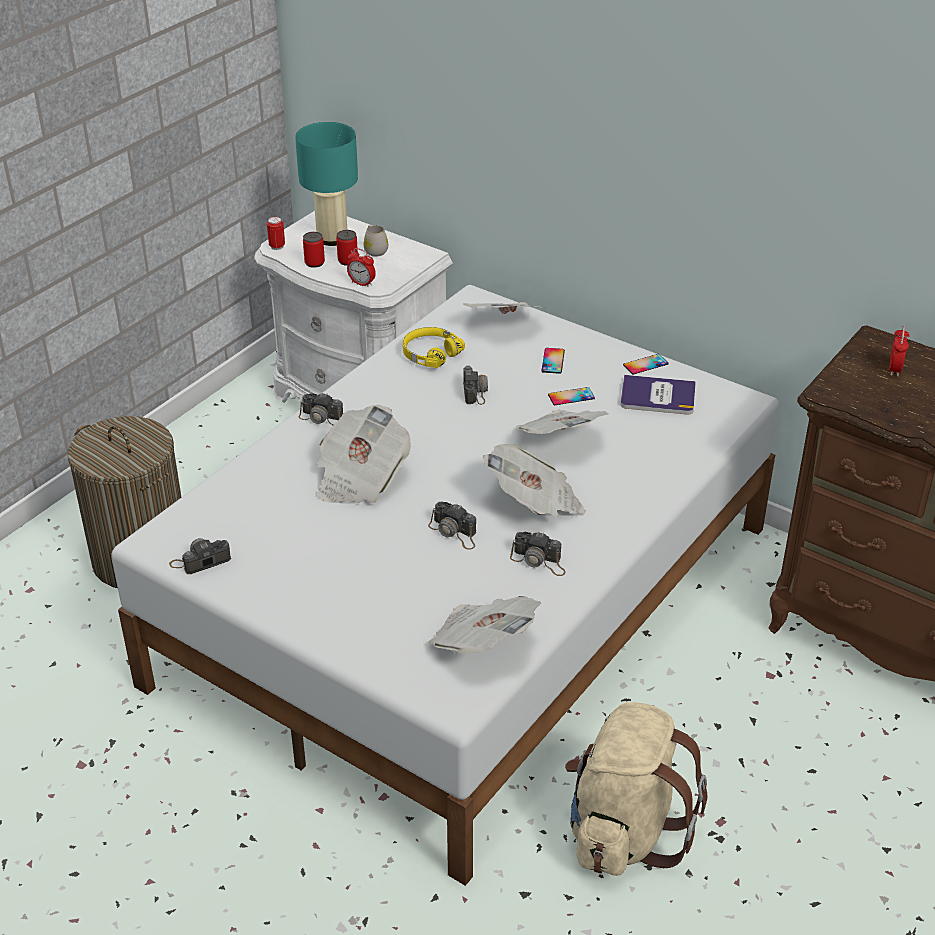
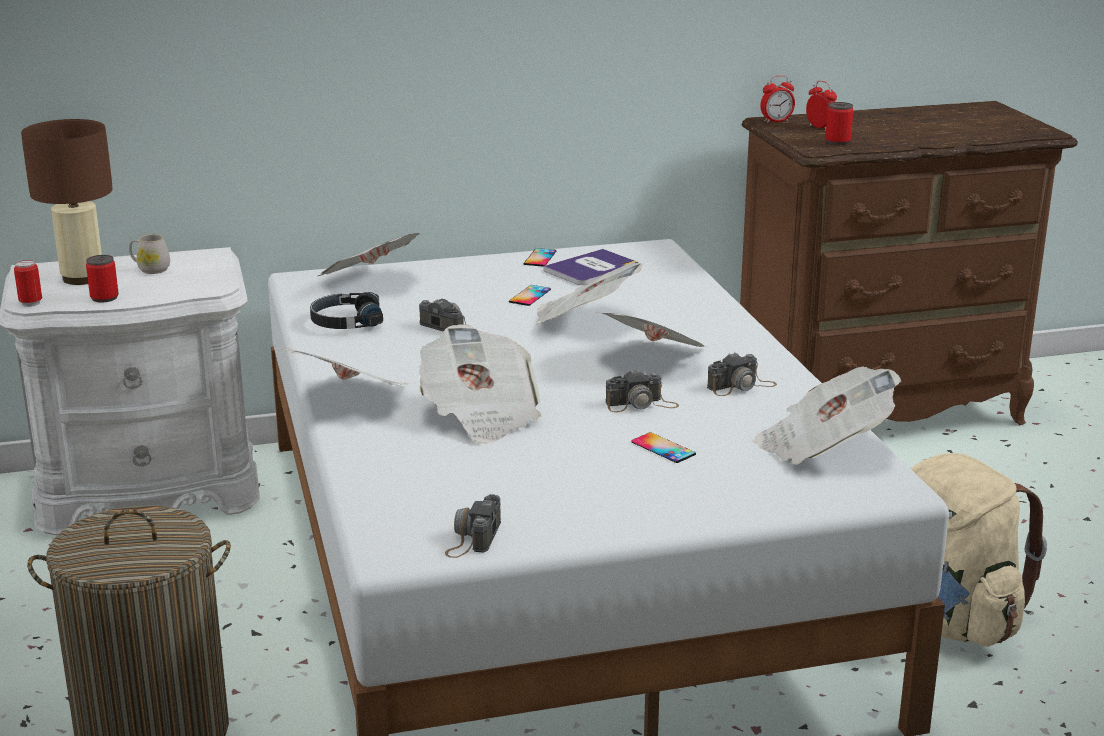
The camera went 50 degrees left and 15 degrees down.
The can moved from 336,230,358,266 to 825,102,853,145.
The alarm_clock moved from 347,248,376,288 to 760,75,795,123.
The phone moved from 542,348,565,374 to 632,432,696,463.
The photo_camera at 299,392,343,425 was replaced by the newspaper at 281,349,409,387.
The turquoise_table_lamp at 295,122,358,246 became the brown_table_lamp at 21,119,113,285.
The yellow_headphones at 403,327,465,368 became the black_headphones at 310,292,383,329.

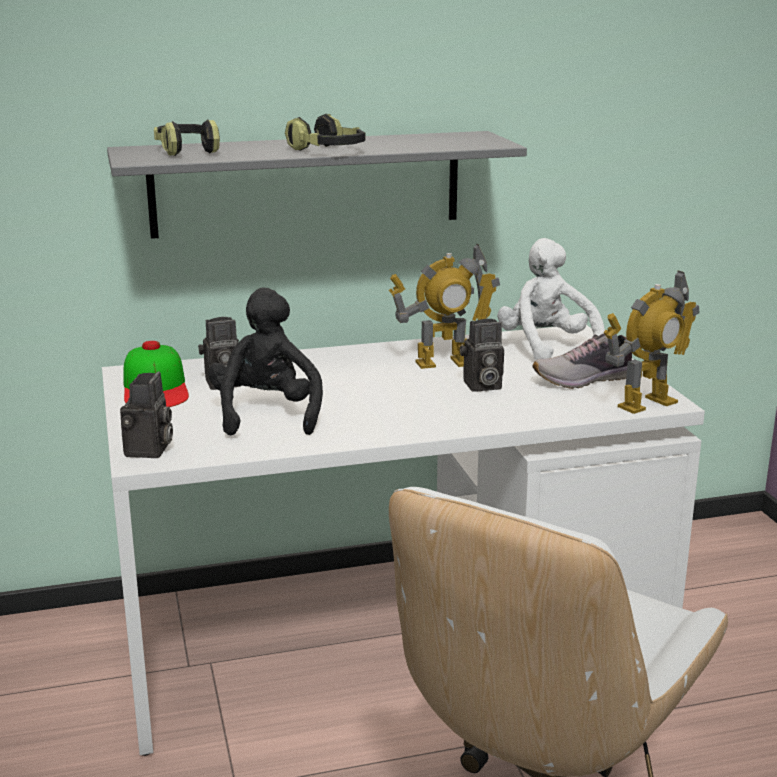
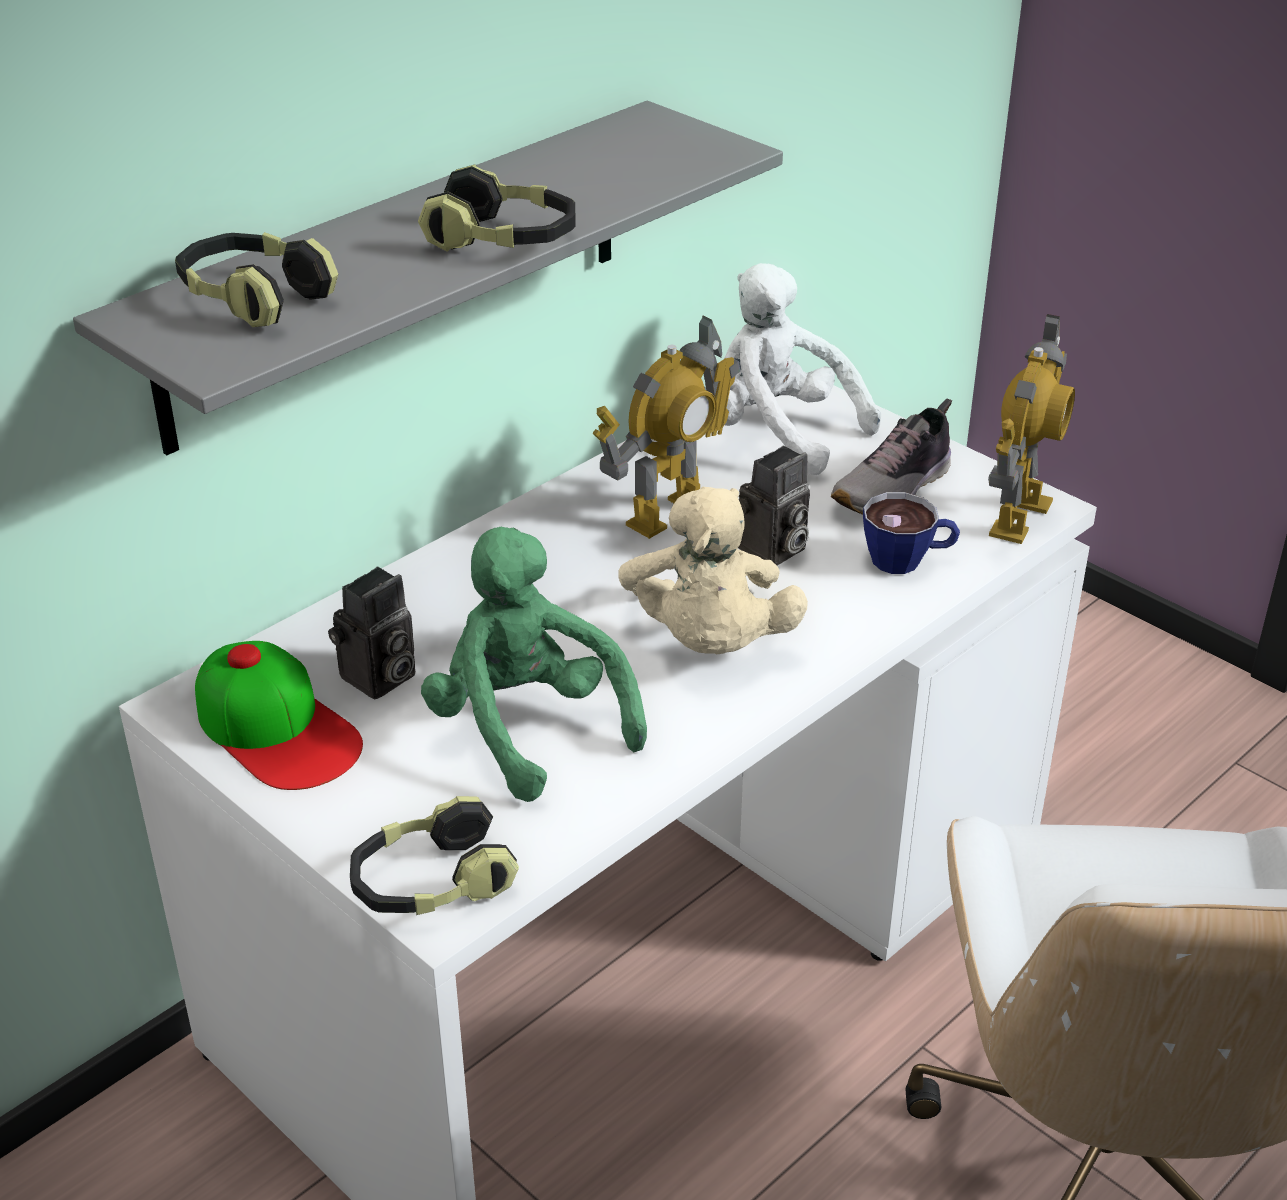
The camera went 30 degrees left and 15 degrees up.
The beige_plush_toy at 618,487,808,654 appeared.
The cup at 863,492,960,574 appeared.
The photo_camera at 120,371,173,458 was replaced by the headphones at 350,796,519,915.
The black_plush_toy at 208,288,323,436 became the green_plush_toy at 421,527,647,802.

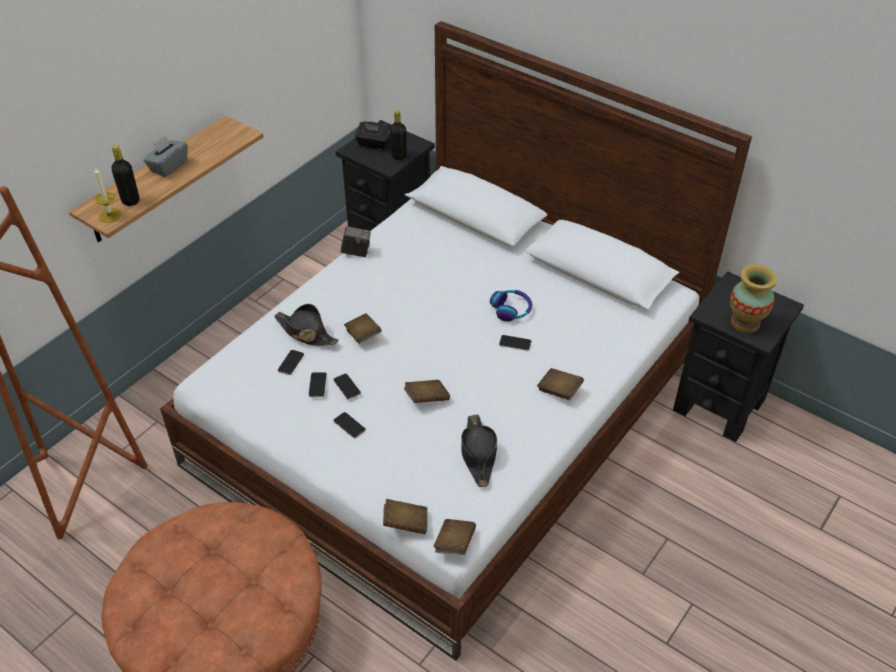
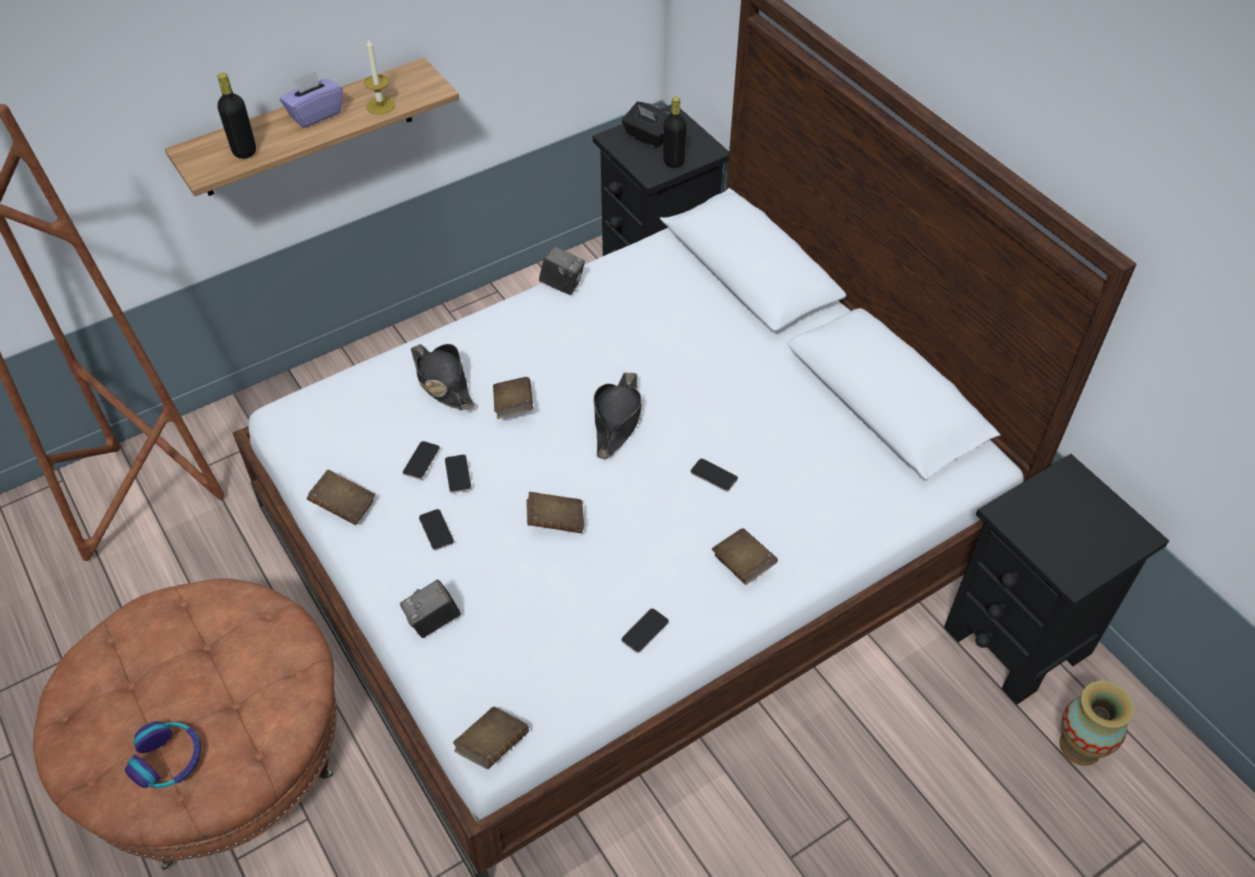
The camera went 20 degrees right and 5 degrees up.
The photo_camera at 400,580,461,638 appeared.
The candle moved from 94,167,121,223 to 364,38,395,115.
The phone moved from 278,350,304,375 to 621,608,669,653.
The brown_book moved from 383,499,427,534 to 307,470,376,525.
The black_hat moved from 461,414,497,487 to 594,372,642,459.
The headphones moved from 490,290,532,322 to 125,721,201,788.
The vase moved from 730,264,777,333 to 1060,681,1134,766.
The grey_tissue_box at 143,136,188,177 became the purple_tissue_box at 280,71,343,128.

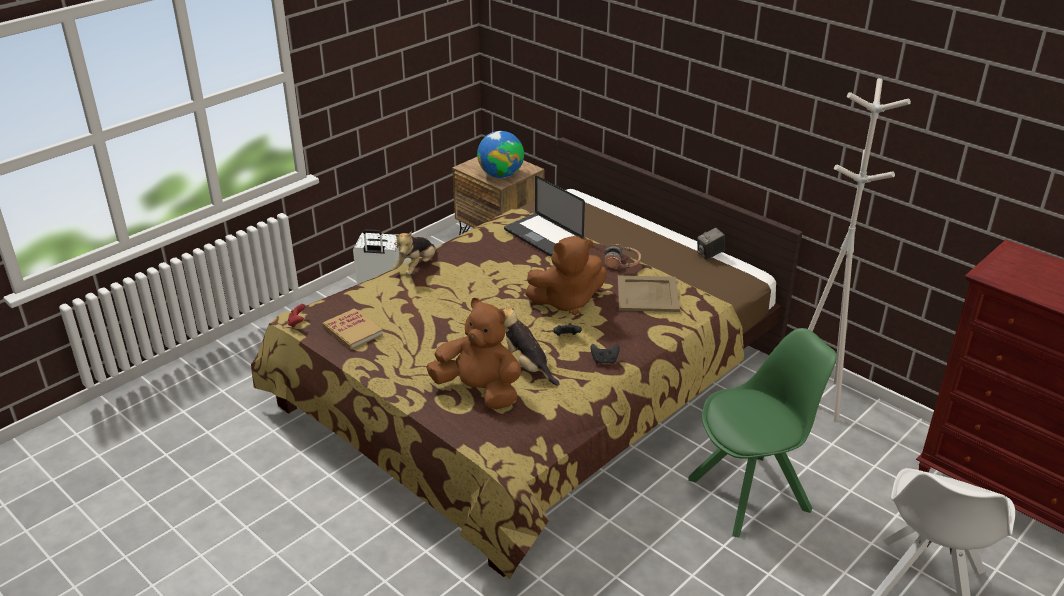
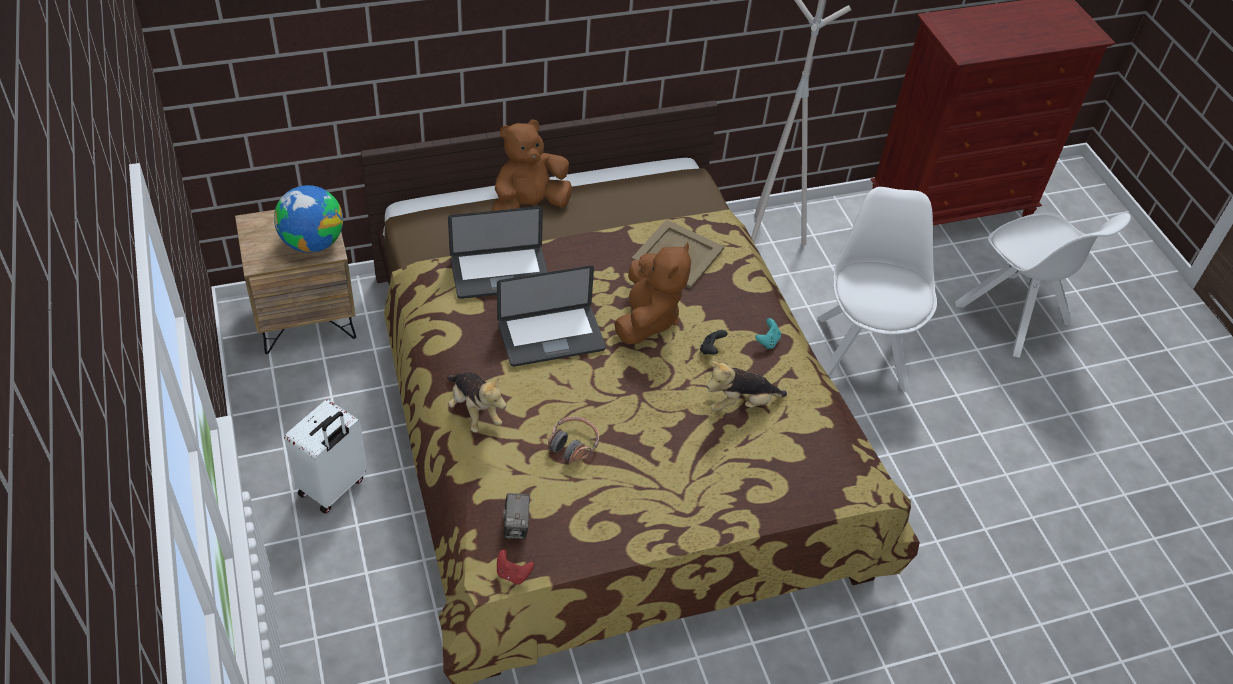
The camera went 65 degrees left and 15 degrees up.
The book at 323,308,383,350 disappeared.
The laptop at 497,265,606,367 appeared.
The brown_plush_toy moved from 426,298,521,409 to 492,119,572,211.
The headphones moved from 604,244,641,269 to 548,416,599,463.
The photo_camera moved from 697,227,725,260 to 503,493,530,539.
The black_game_controller at 590,344,620,364 became the turquoise_game_controller at 755,318,781,349.
The green_chair at 688,328,837,538 became the white_chair at 817,187,937,393.

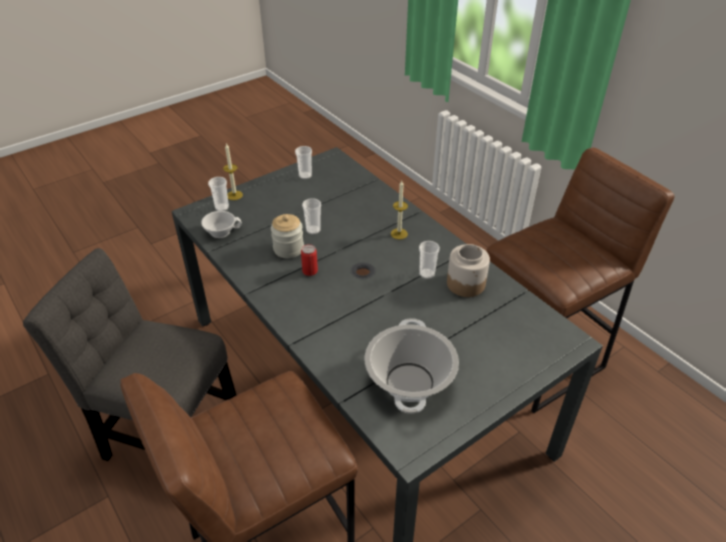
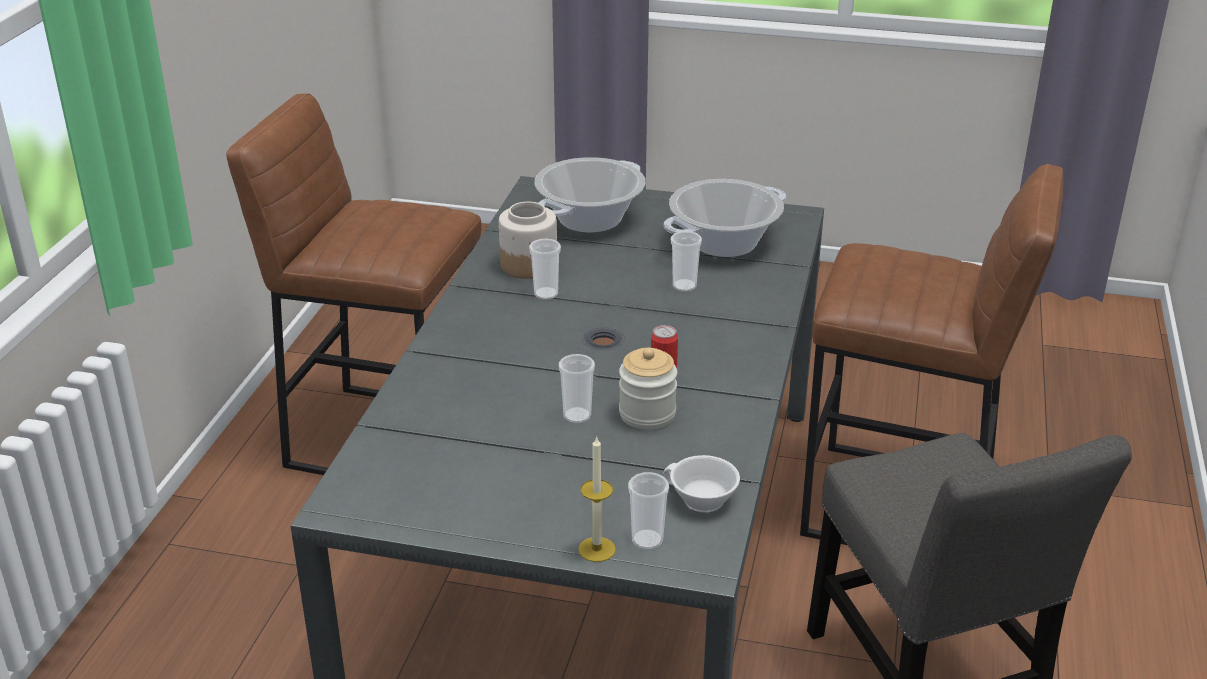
The camera went 130 degrees left and 10 degrees down.
The candle at 391,181,408,239 disappeared.
The cooking_pot at 535,157,646,233 appeared.
The cup moved from 295,146,312,179 to 671,231,702,292.

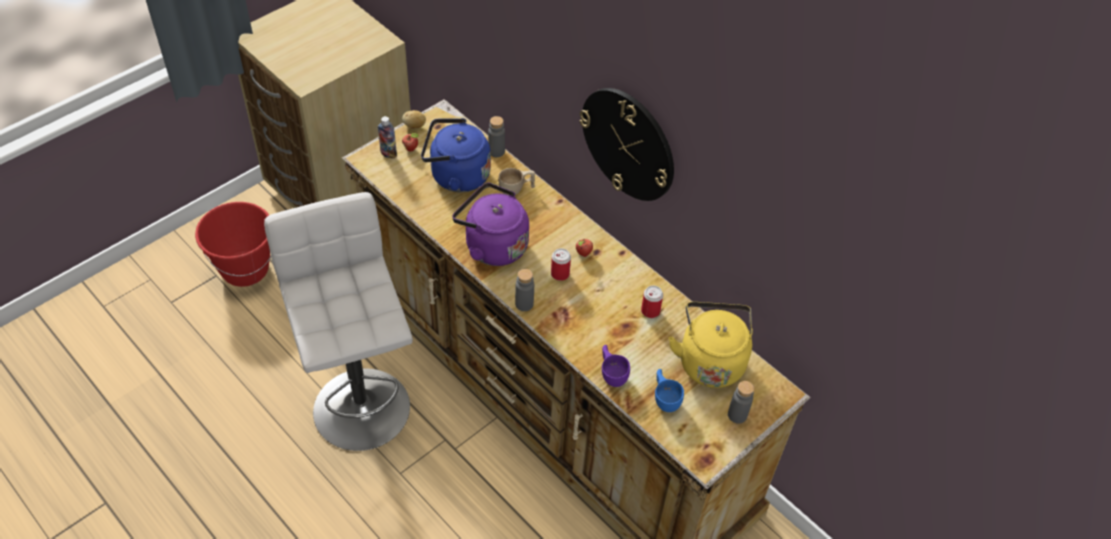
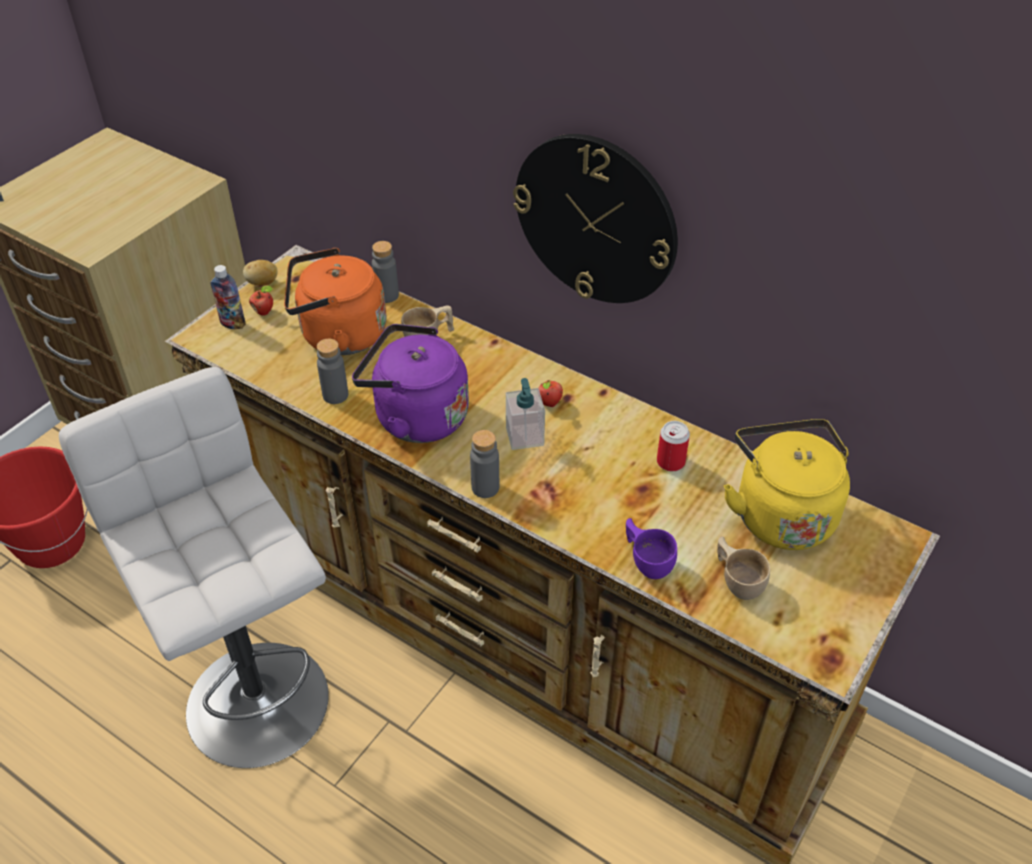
The camera went 10 degrees left and 5 degrees down.
The grey_bottle moved from 728,381,754,423 to 317,339,348,404.
The can at 551,248,571,281 was replaced by the soap_dispenser at 506,378,545,450.
The blue_kettle at 421,118,491,192 became the orange_kettle at 284,248,387,355.
The blue_cup at 655,369,684,412 became the beige_cup at 717,536,770,600.

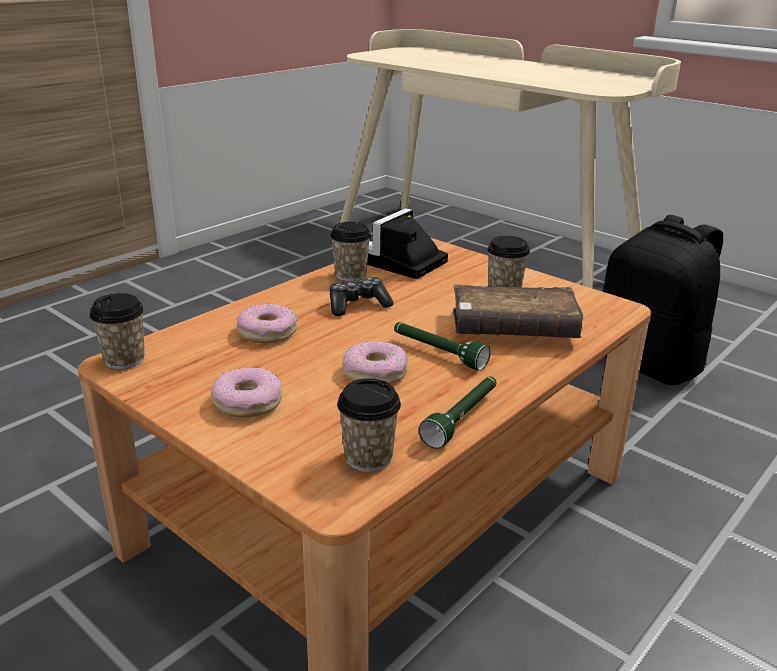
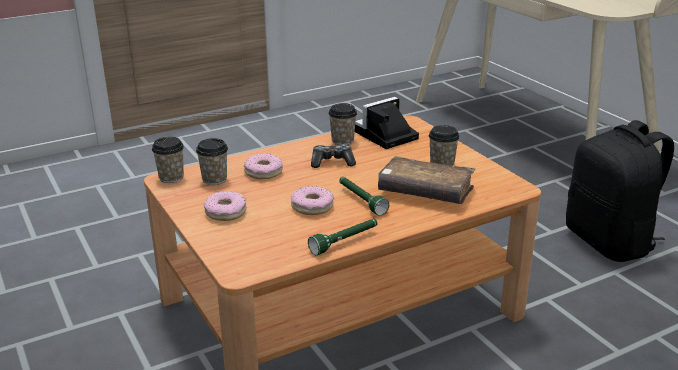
The camera went 20 degrees right and 0 degrees up.
The cup moved from 337,378,401,472 to 196,138,228,185.

